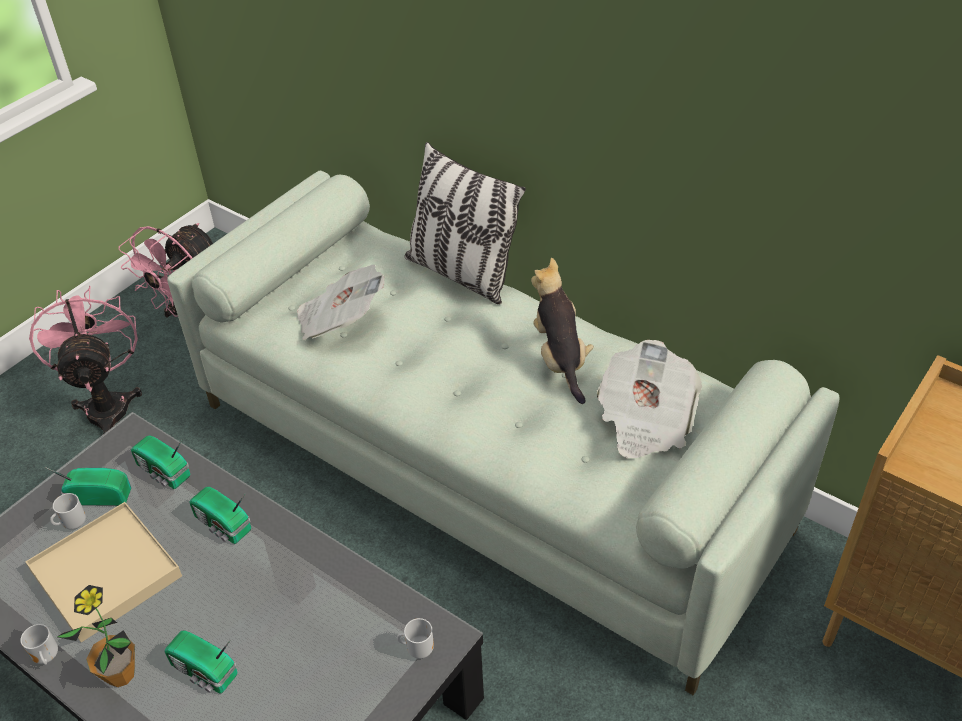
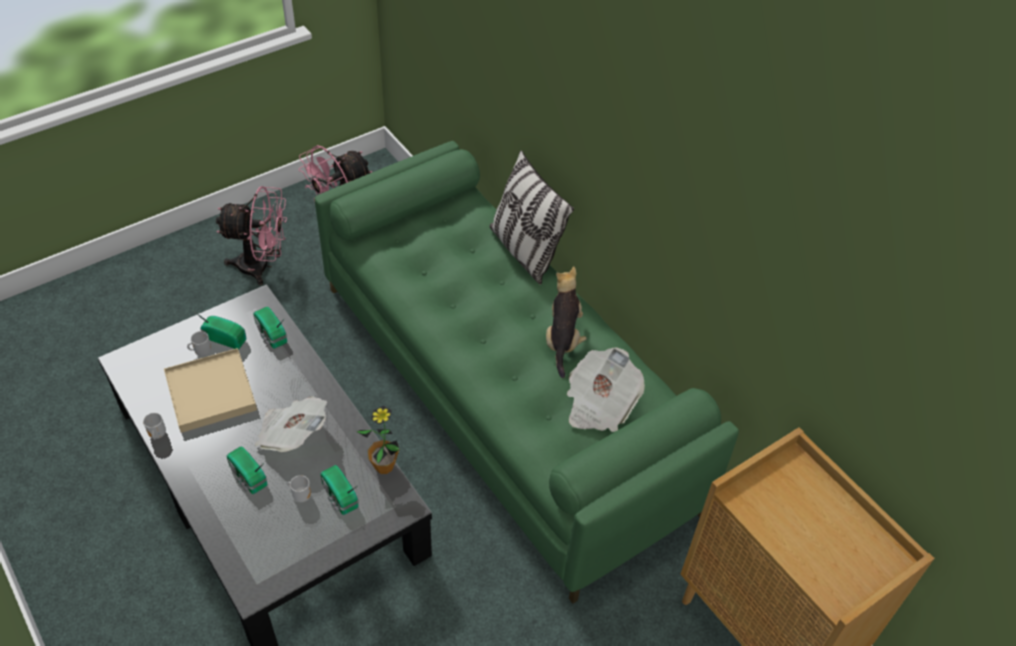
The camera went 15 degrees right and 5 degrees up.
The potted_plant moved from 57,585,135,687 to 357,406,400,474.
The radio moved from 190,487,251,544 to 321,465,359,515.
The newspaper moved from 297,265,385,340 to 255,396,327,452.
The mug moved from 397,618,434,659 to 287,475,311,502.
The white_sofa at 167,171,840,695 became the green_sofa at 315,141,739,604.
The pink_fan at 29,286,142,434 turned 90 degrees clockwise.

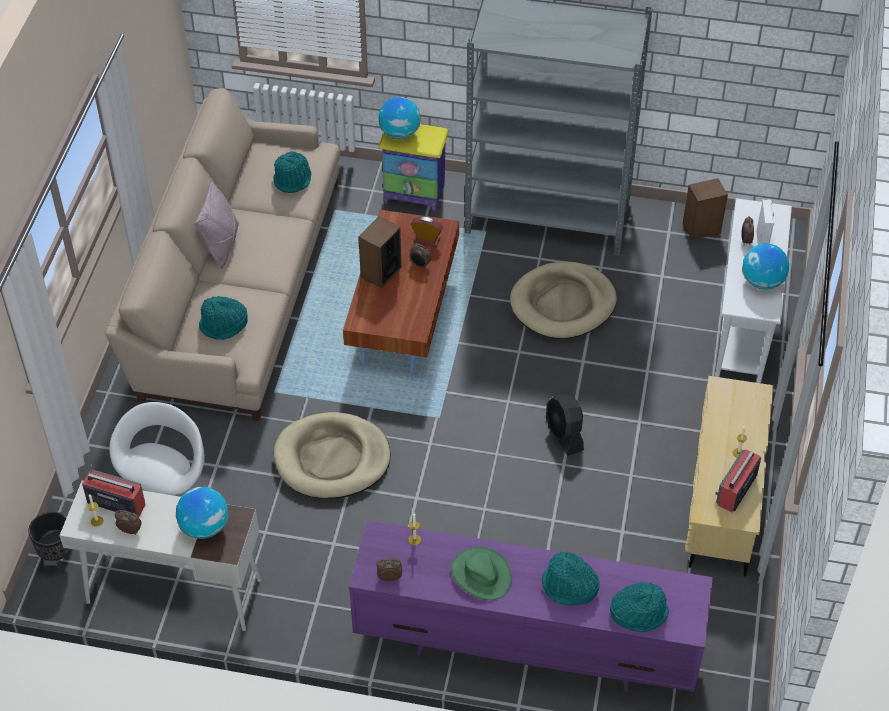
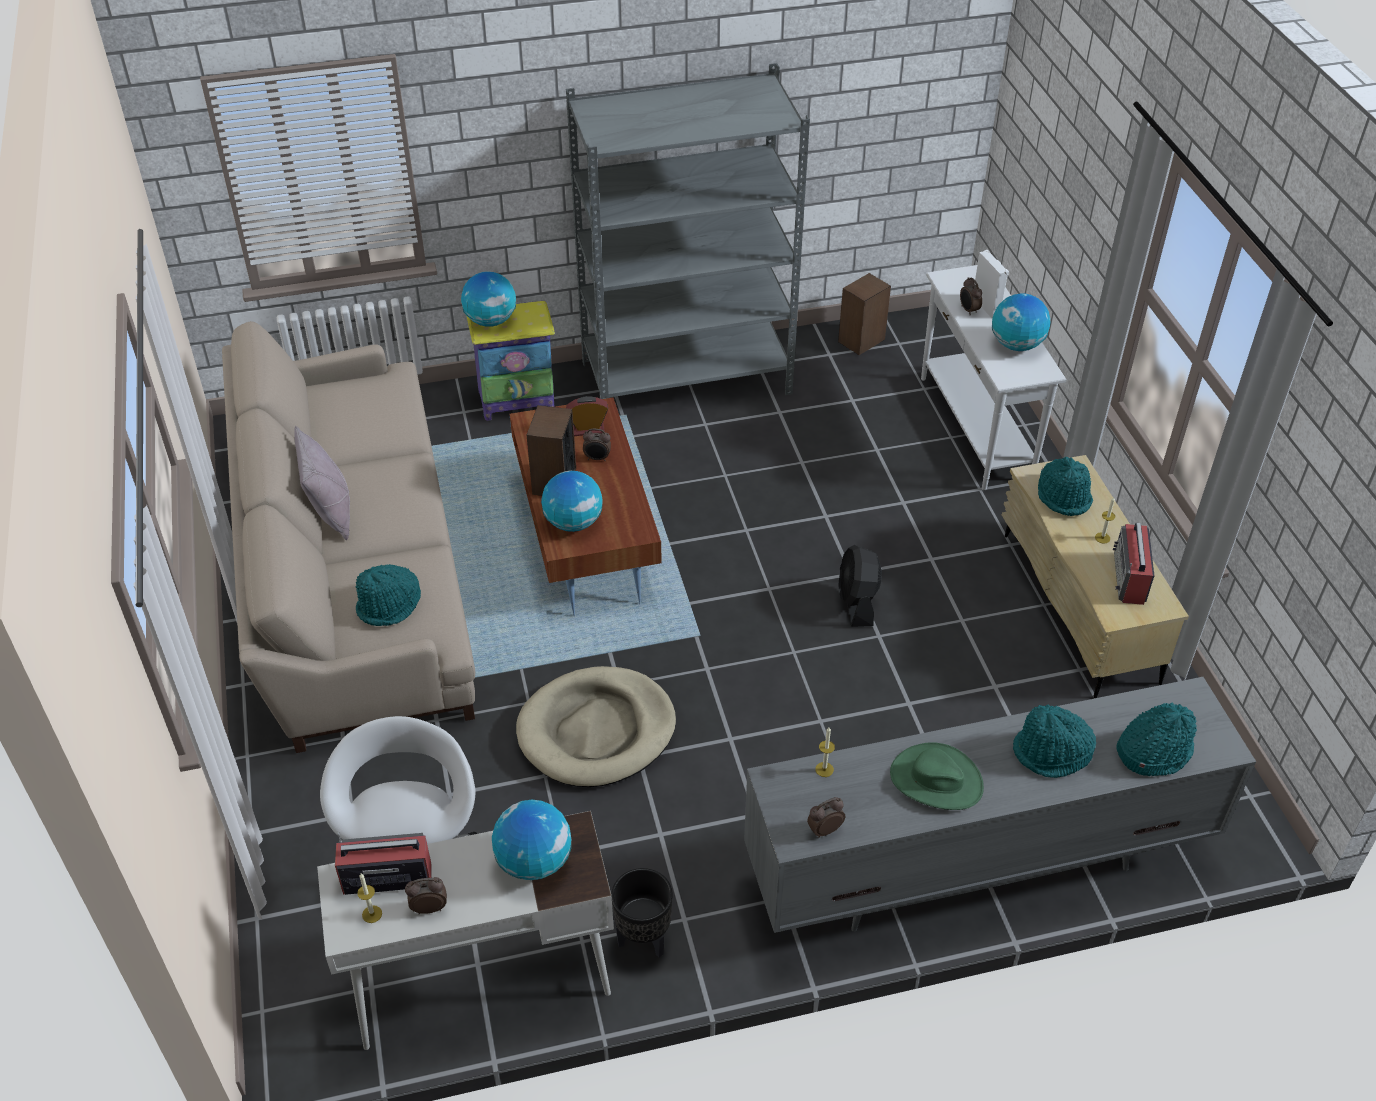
The camera went 25 degrees left and 5 degrees down.
The beige_dog_bed at 510,261,617,339 disappeared.
The globe at 541,471,603,532 appeared.
The black_planter moved from 28,511,74,574 to 611,868,673,958.
The turquoise_hat moved from 273,151,311,193 to 1038,457,1093,516.
The purple_cabinet at 349,520,713,692 became the grey_cabinet at 744,677,1256,933.
The black_fan at 546,394,584,456 turned 45 degrees clockwise.

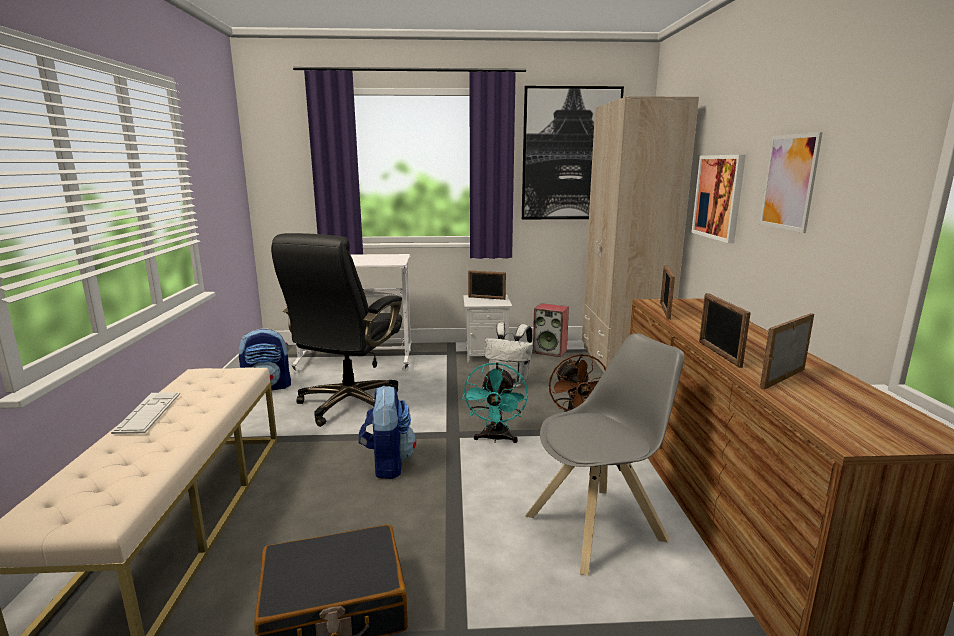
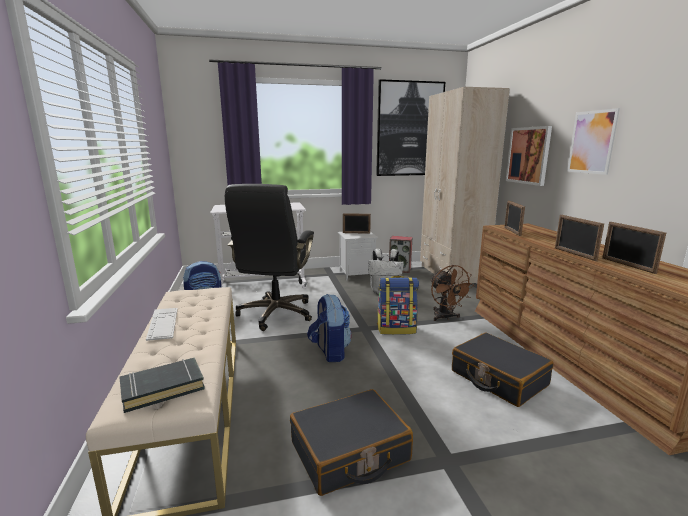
The camera went 10 degrees left and 0 degrees up.
The black_book at 119,358,205,413 appeared.
The turquoise_fan at 462,362,528,443 was replaced by the backpack at 377,276,419,335.
The grey_chair at 525,333,684,576 was replaced by the black_suitcase at 452,333,553,407.
The picture_frame at 760,313,814,390 turned 60 degrees counterclockwise.

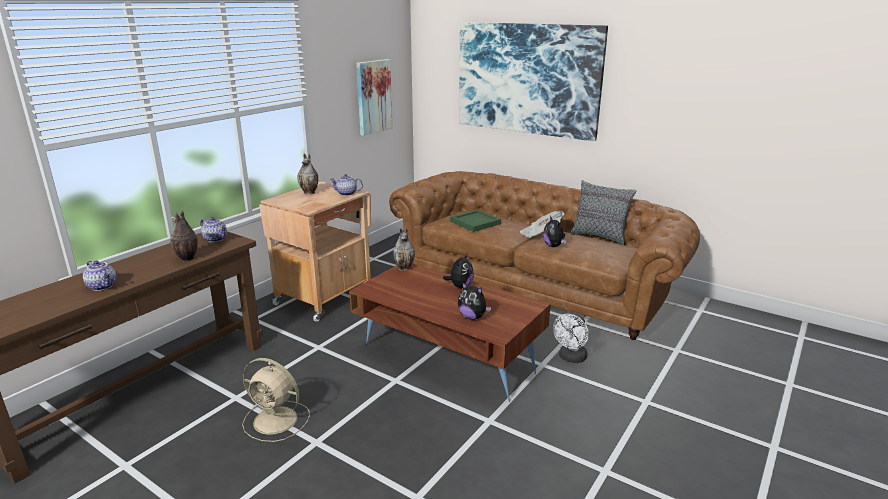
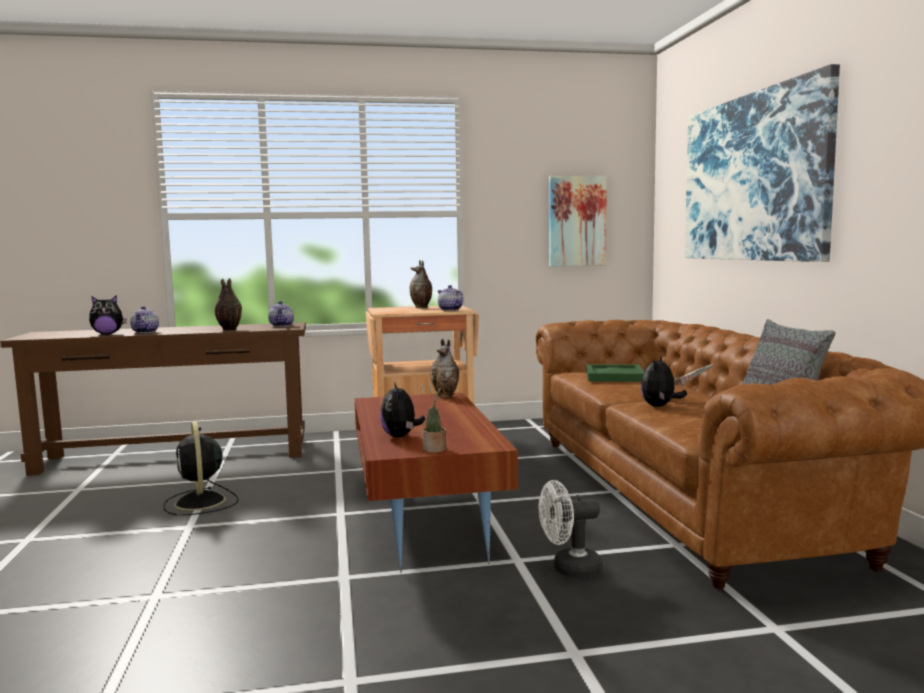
The camera went 45 degrees right and 15 degrees down.
The potted_plant at 422,387,446,453 appeared.
The plush_toy moved from 443,254,474,288 to 89,295,127,334.
The beige_fan at 242,358,310,442 became the black_fan at 164,421,239,515.

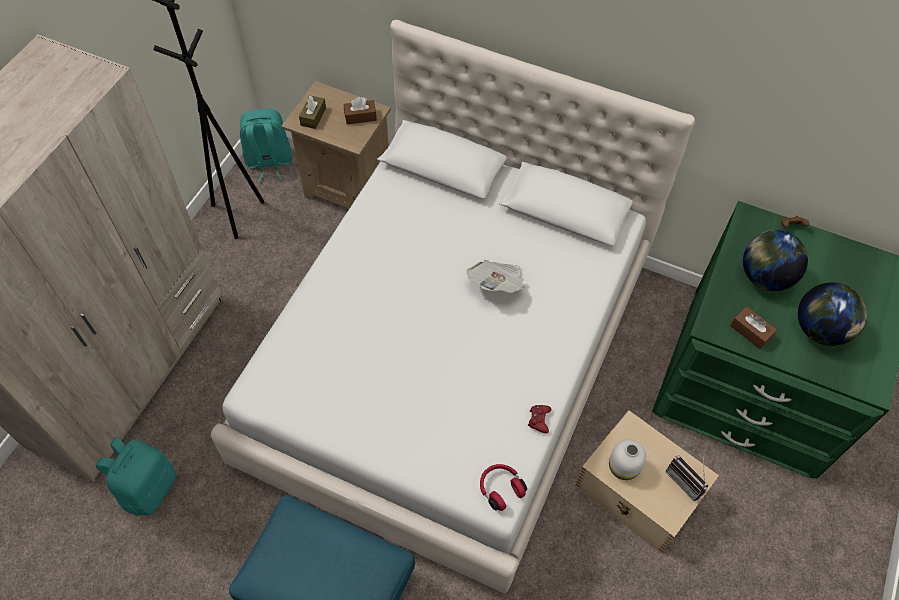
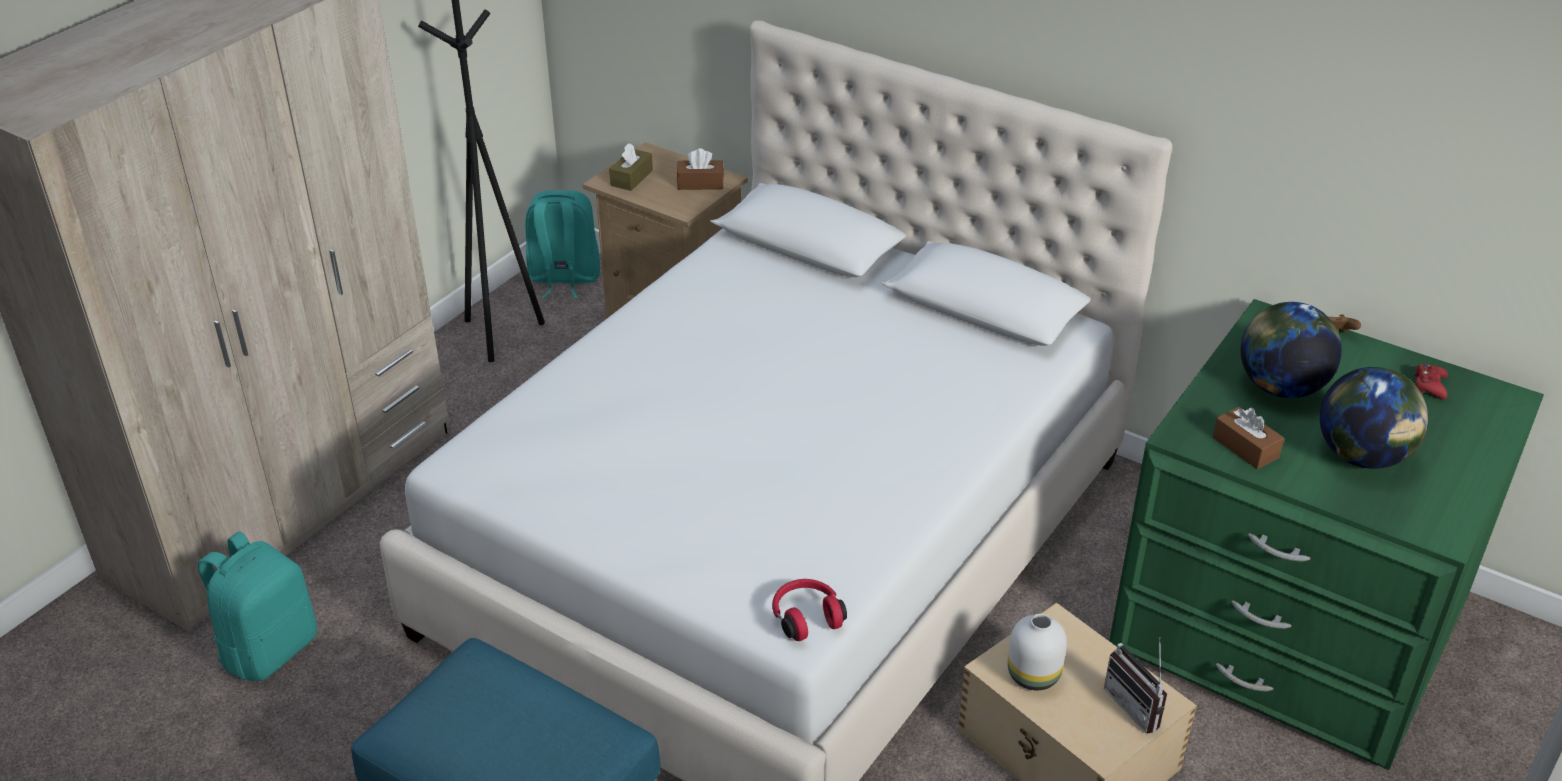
The camera went 10 degrees right and 20 degrees down.
The newspaper at 467,260,525,293 disappeared.
The red_game_controller moved from 528,405,551,433 to 1413,364,1448,399.

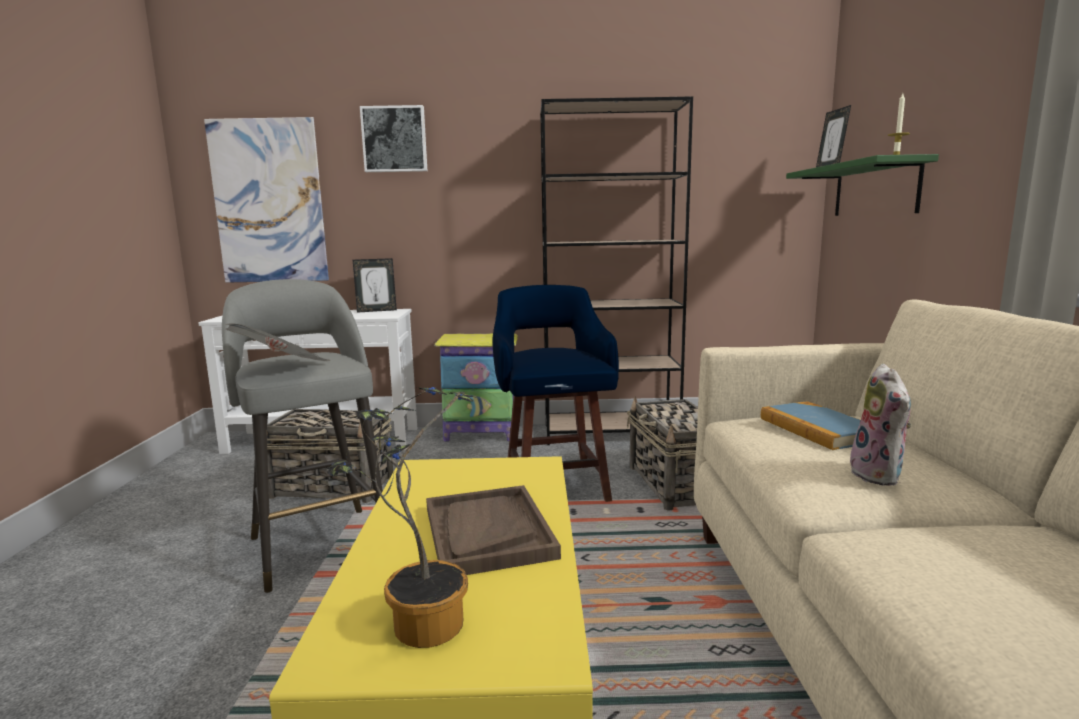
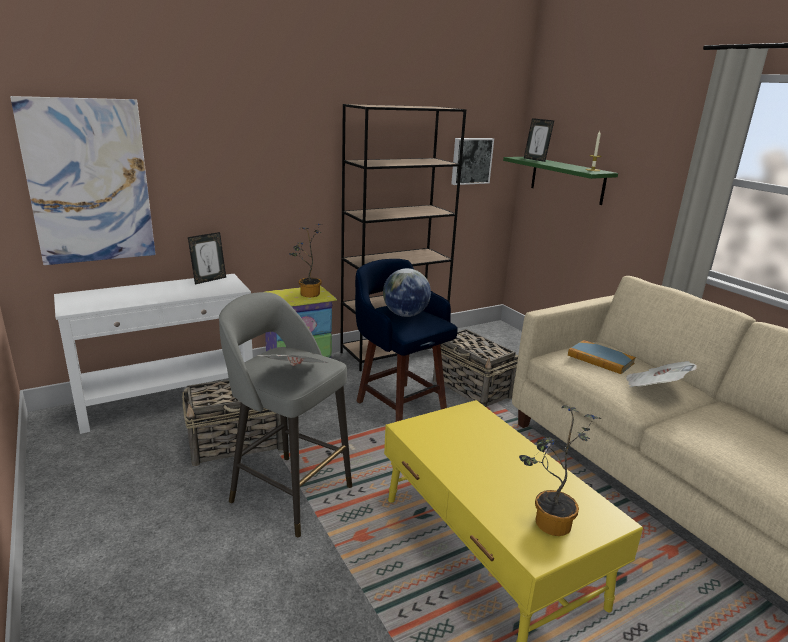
The camera went 30 degrees left and 10 degrees up.
The brown_tray at 426,485,561,575 disappeared.
The potted_plant at 289,224,323,297 appeared.
The globe at 383,268,431,317 appeared.
The picture moved from 360,105,428,172 to 451,138,494,185.
The plush_toy at 850,364,911,486 was replaced by the newspaper at 626,361,697,387.

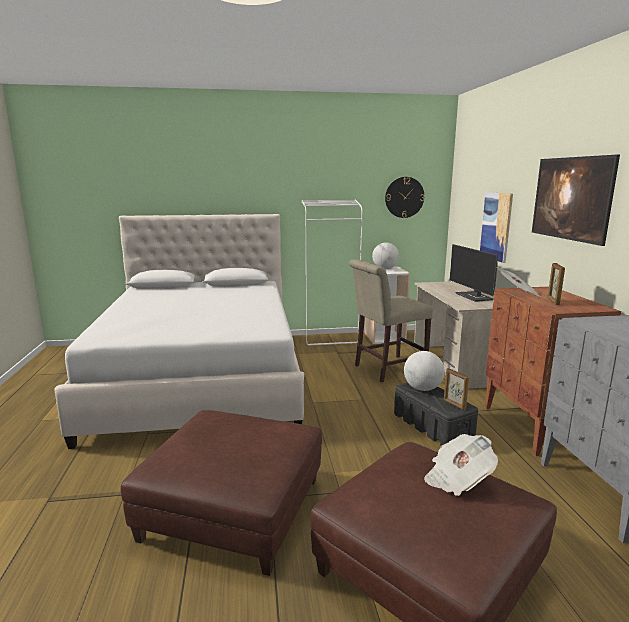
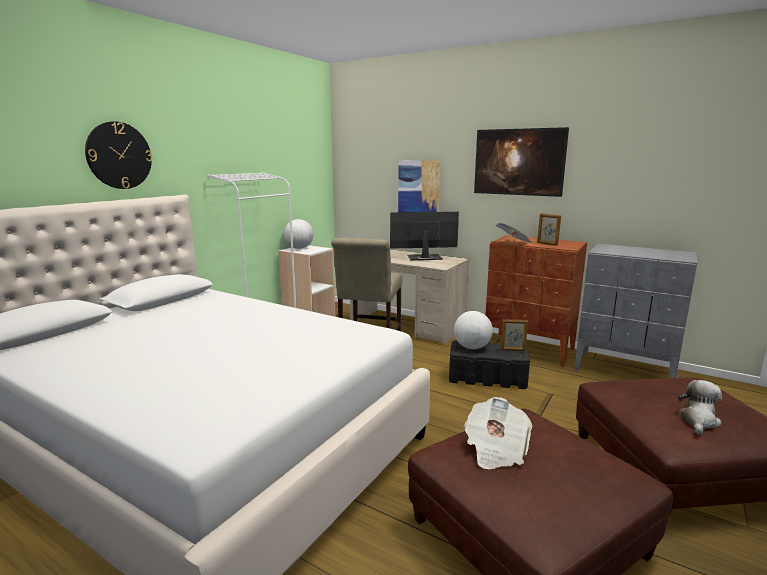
The camera went 50 degrees left and 0 degrees up.
The plush_toy at 678,380,722,435 appeared.
The wall_clock moved from 385,177,424,218 to 85,121,152,189.
The newspaper moved from 424,434,498,496 to 464,397,532,469.
The monitor at 450,244,498,302 turned 150 degrees clockwise.

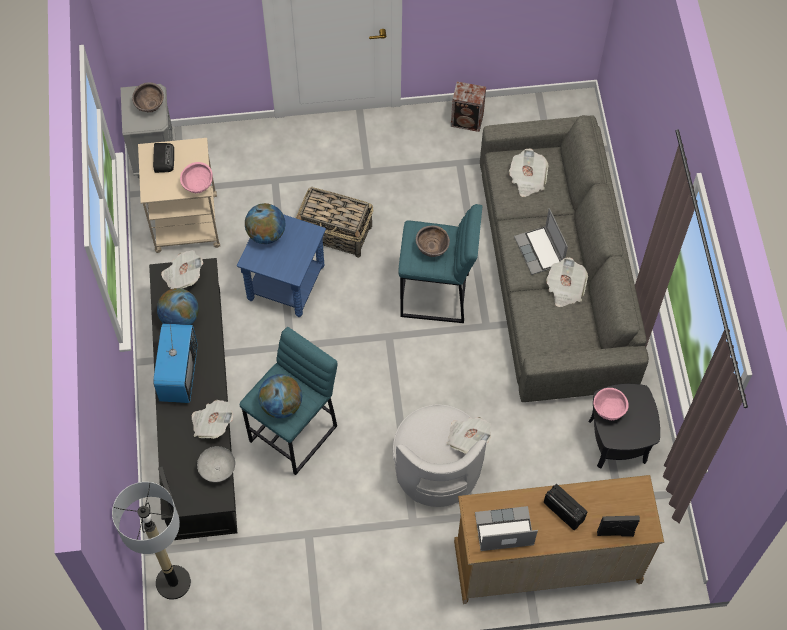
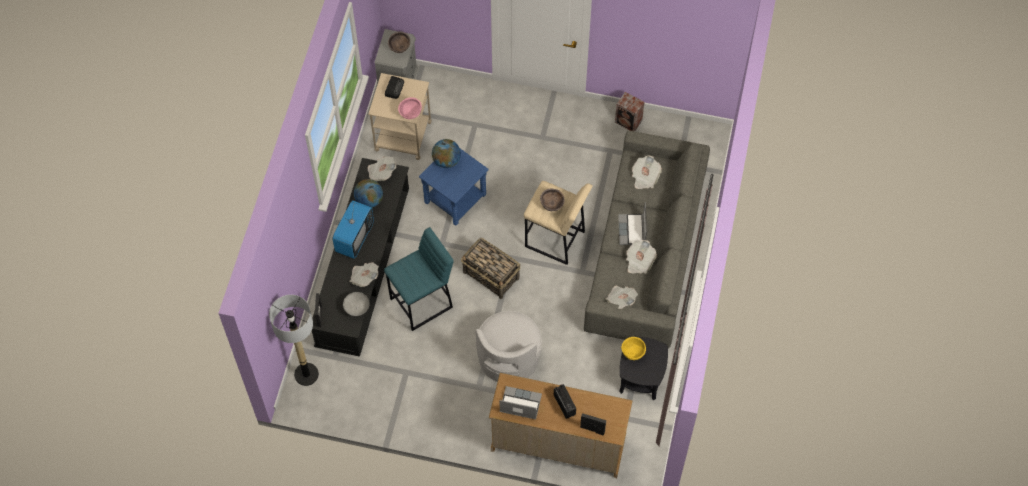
The camera went 20 degrees right and 0 degrees up.
The globe at 258,374,302,418 disappeared.
The basket moved from 296,187,373,258 to 461,238,520,299.
The newspaper moved from 447,417,491,454 to 606,286,638,309.
The turquoise_stool at 398,204,482,323 became the beige_stool at 524,181,593,265.
The pink_bowl at 593,388,629,421 became the yellow_bowl at 621,337,646,360.

